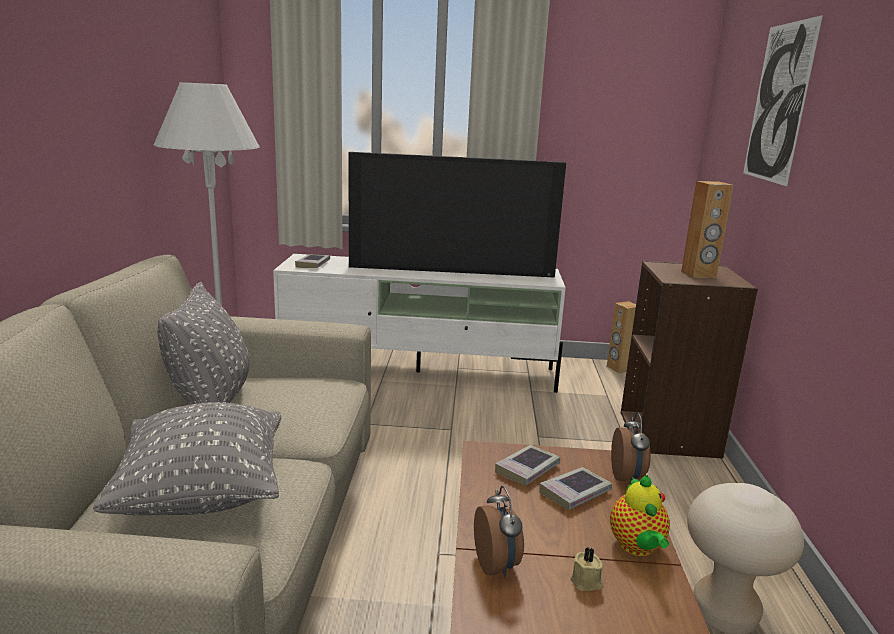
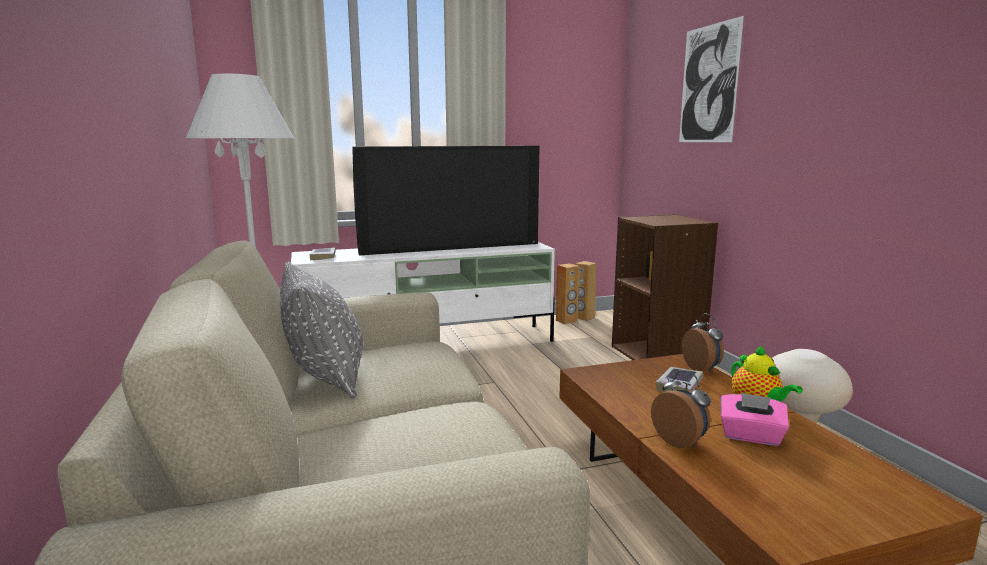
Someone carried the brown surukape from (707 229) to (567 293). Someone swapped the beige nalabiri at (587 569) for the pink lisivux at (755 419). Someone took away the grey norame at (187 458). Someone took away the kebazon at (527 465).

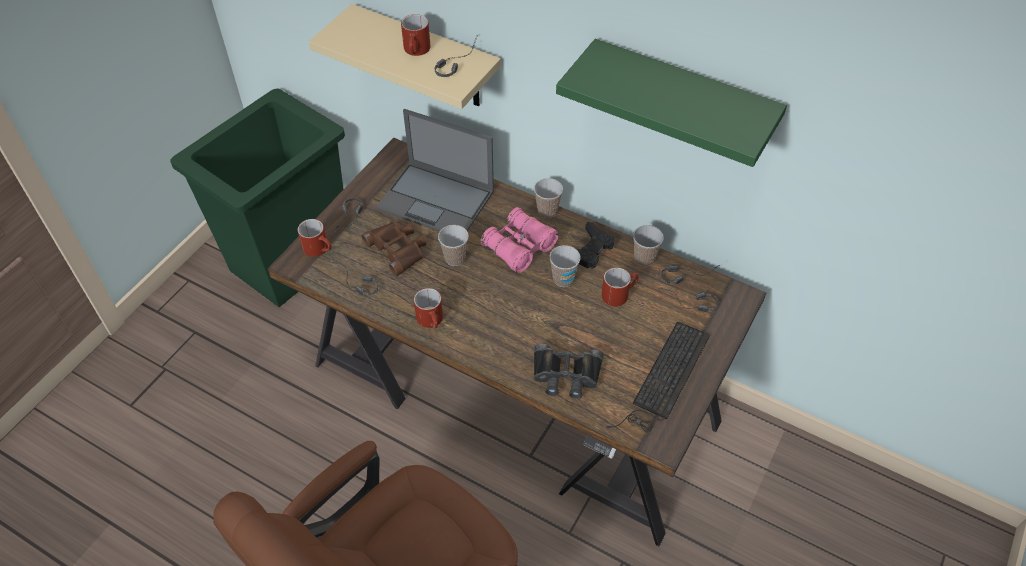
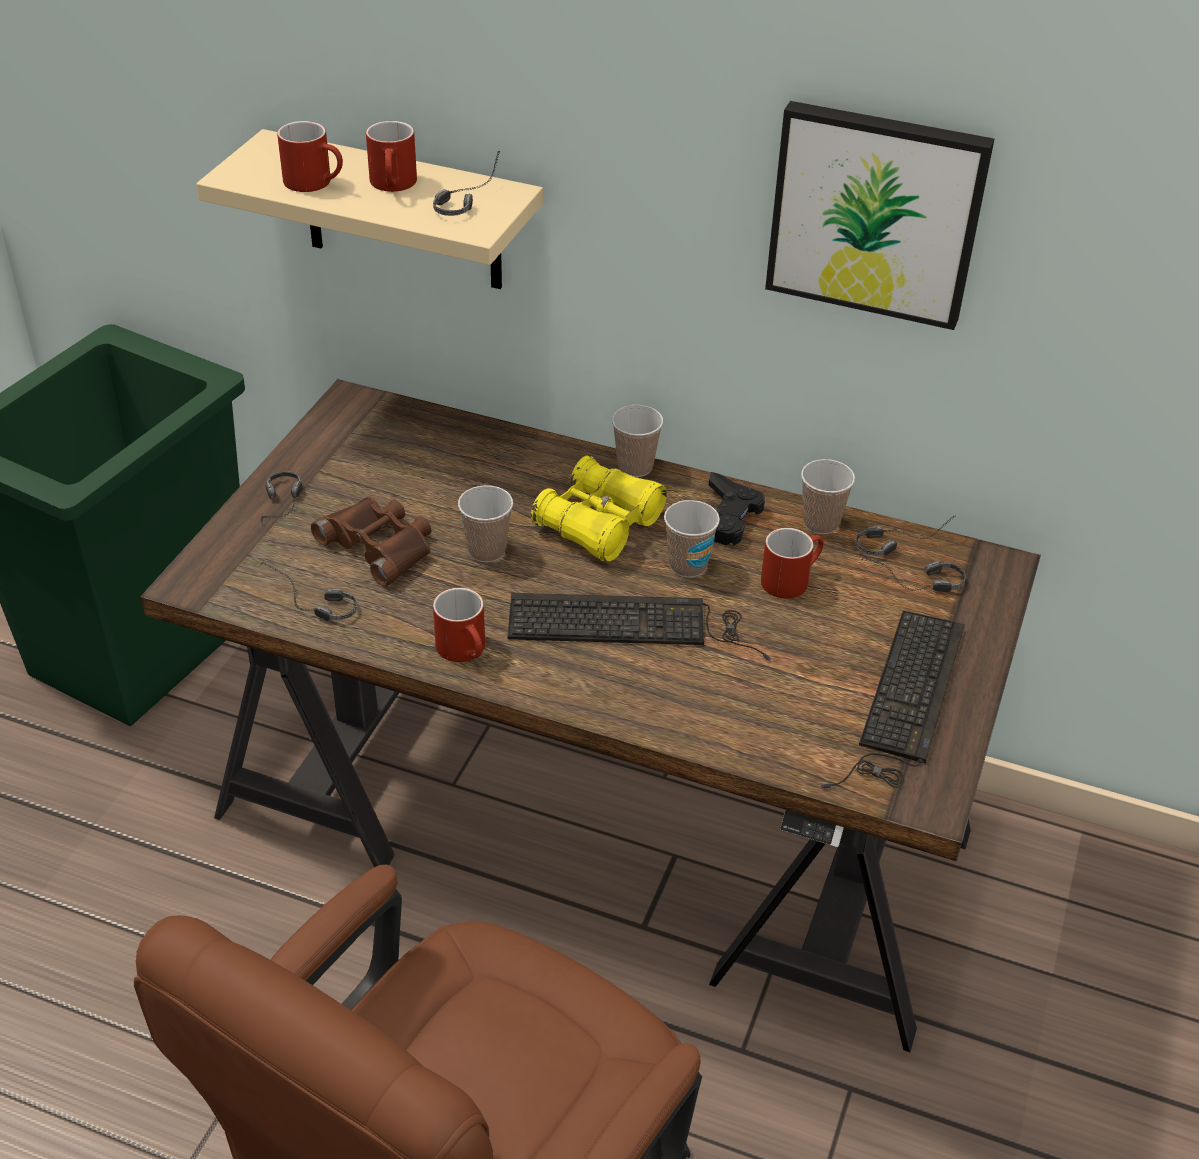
Someone carried the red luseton from (314 238) to (310 156). Someone put down the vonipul at (639 627). Someone repainted the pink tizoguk at (520 240), which became the yellow tizoguk at (599 509). Someone swapped the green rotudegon at (671 103) for the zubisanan at (879 215). Someone took away the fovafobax at (435 170). Someone took away the black tizoguk at (568 371).

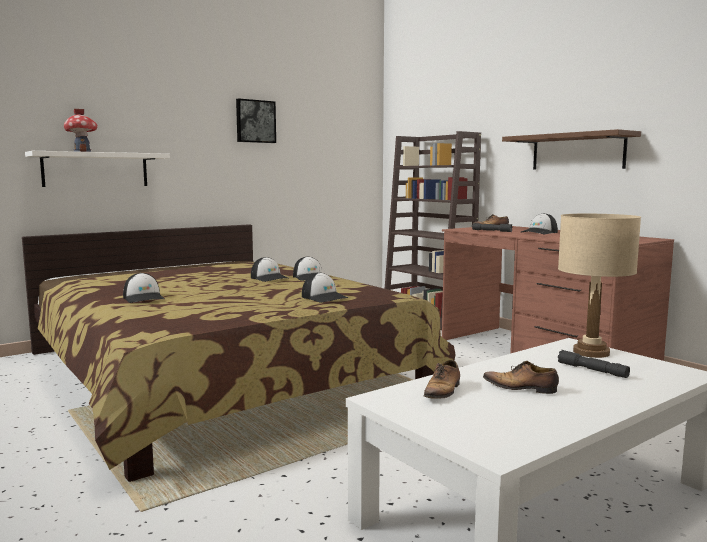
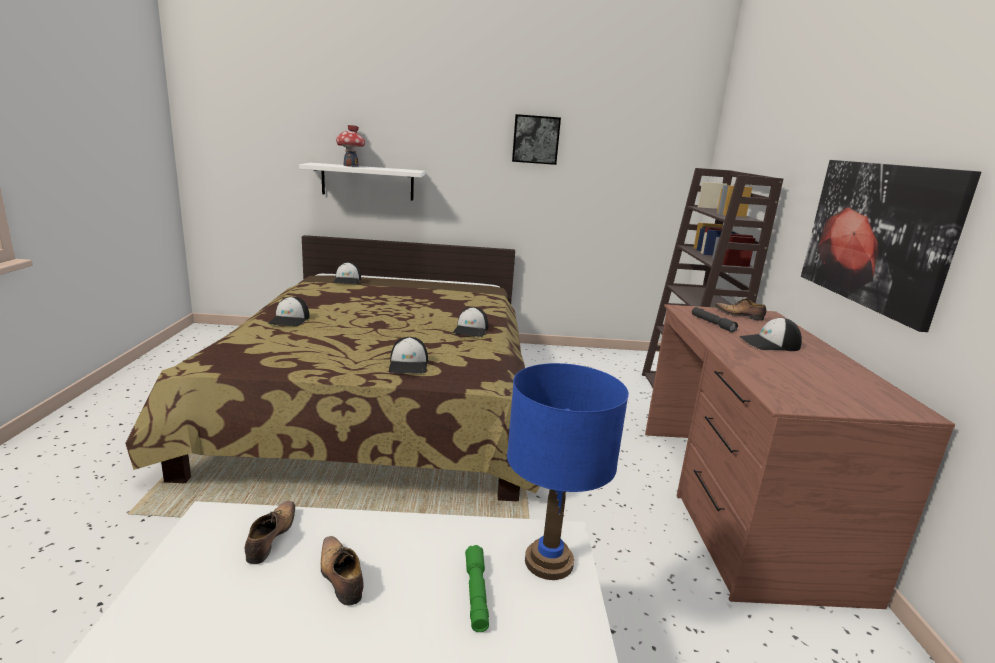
Someone rotated the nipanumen at (442 379) by 120 degrees clockwise. Someone carried the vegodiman from (269 269) to (347 273). Someone repainted the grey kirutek at (594 364), which became the green kirutek at (477 588). Someone repainted the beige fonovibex at (599 286), which became the blue fonovibex at (568 471). Someone swapped the brown rotudegon at (571 149) for the zubisanan at (891 246).

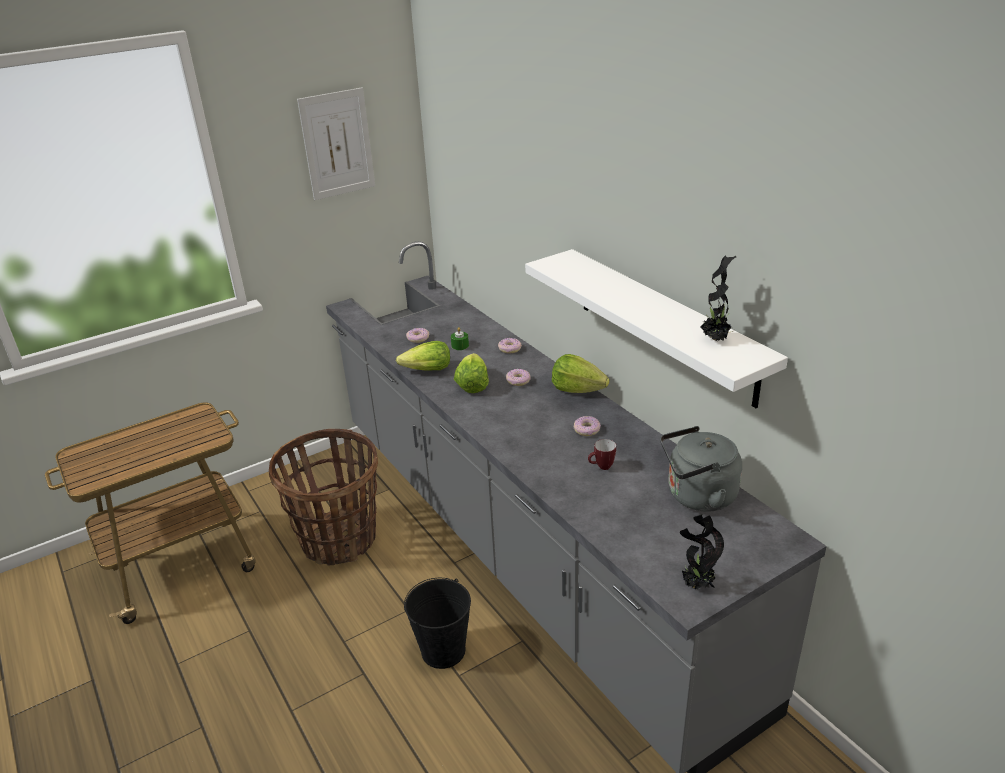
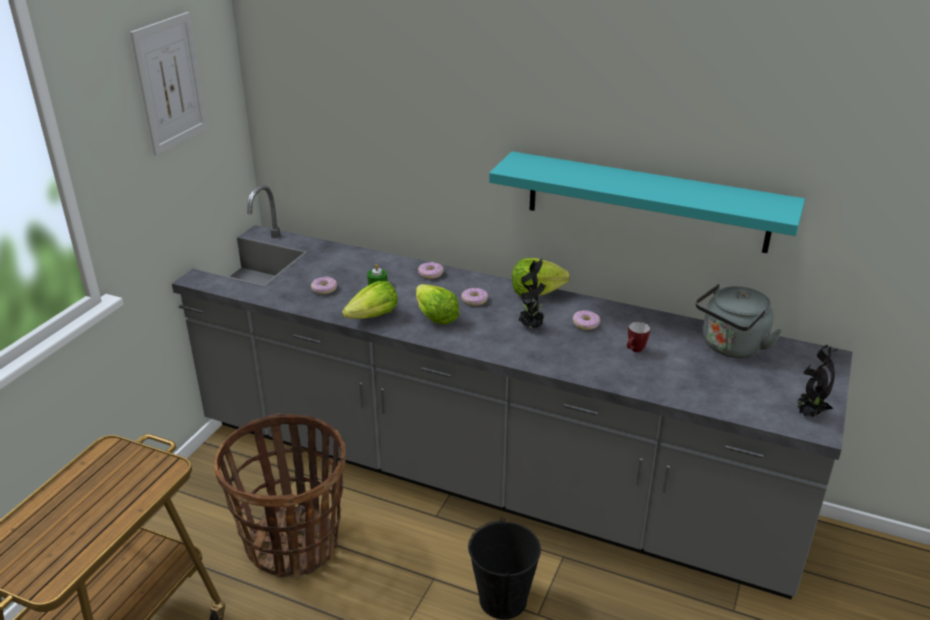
Someone repainted the white rotudegon at (656 328), which became the turquoise rotudegon at (647 202). Someone carried the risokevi from (718 298) to (532 293).

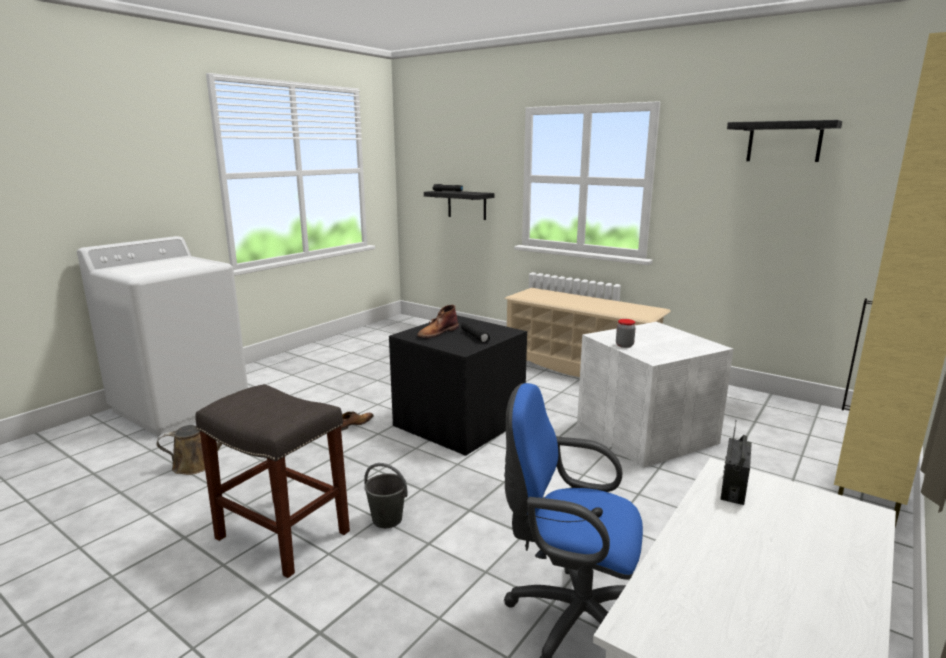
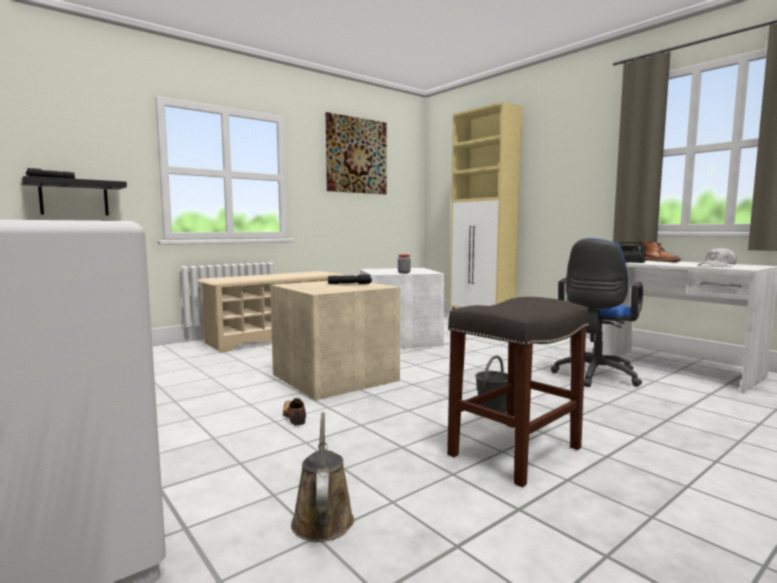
Someone repainted the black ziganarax at (458 385), which became the beige ziganarax at (335 341). Someone swapped the black rotudegon at (784 141) for the zubisanan at (356 153). Someone carried the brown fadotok from (438 322) to (660 251). Someone put down the white vegodiman at (717 257).

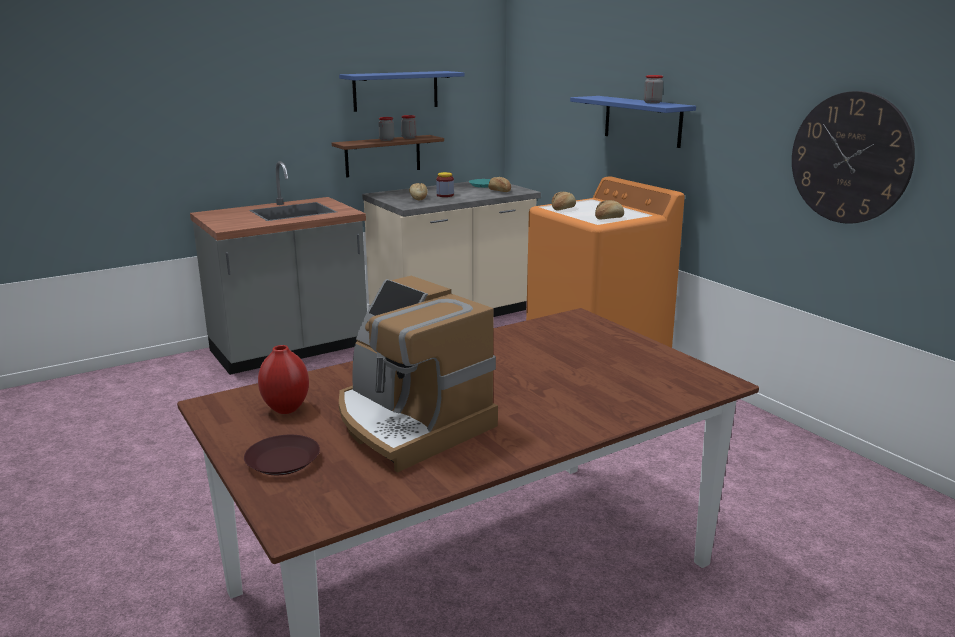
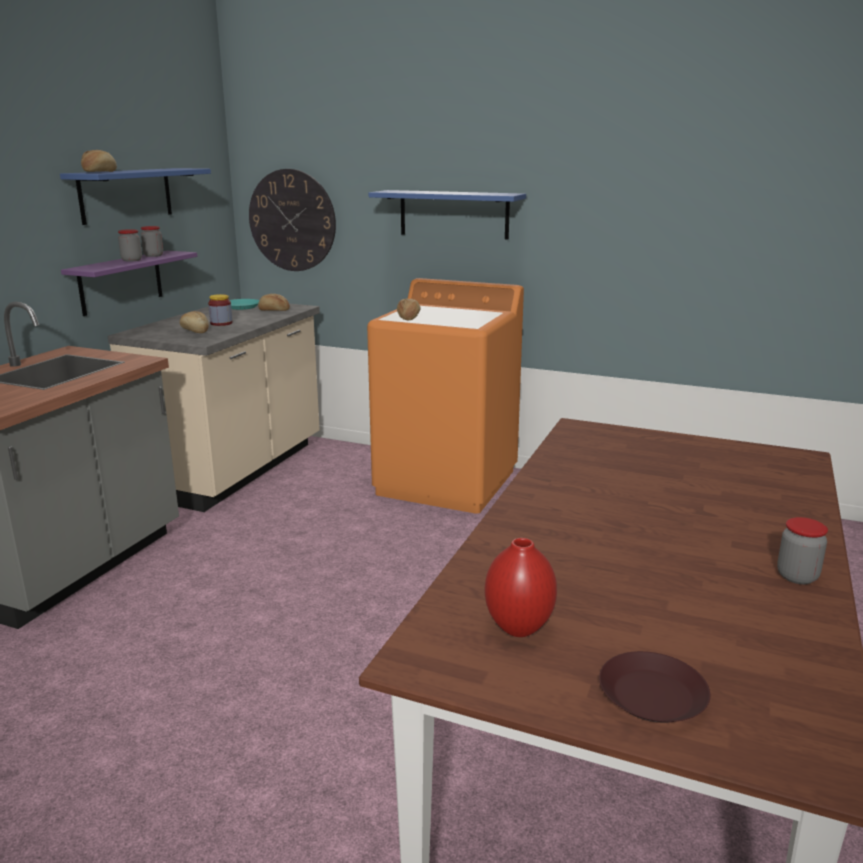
Someone repainted the brown rotudegon at (388 156), which became the purple rotudegon at (129 283). Someone carried the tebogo from (609 209) to (99 161). Someone carried the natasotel from (853 157) to (292 220). Someone carried the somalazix from (653 89) to (802 550). Someone took away the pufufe at (418 374).

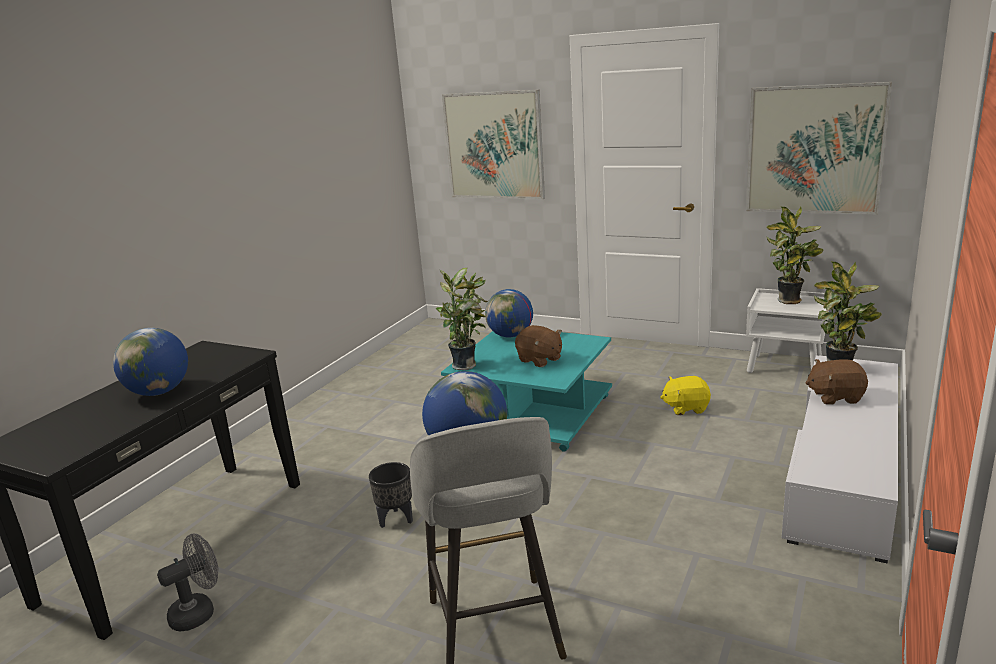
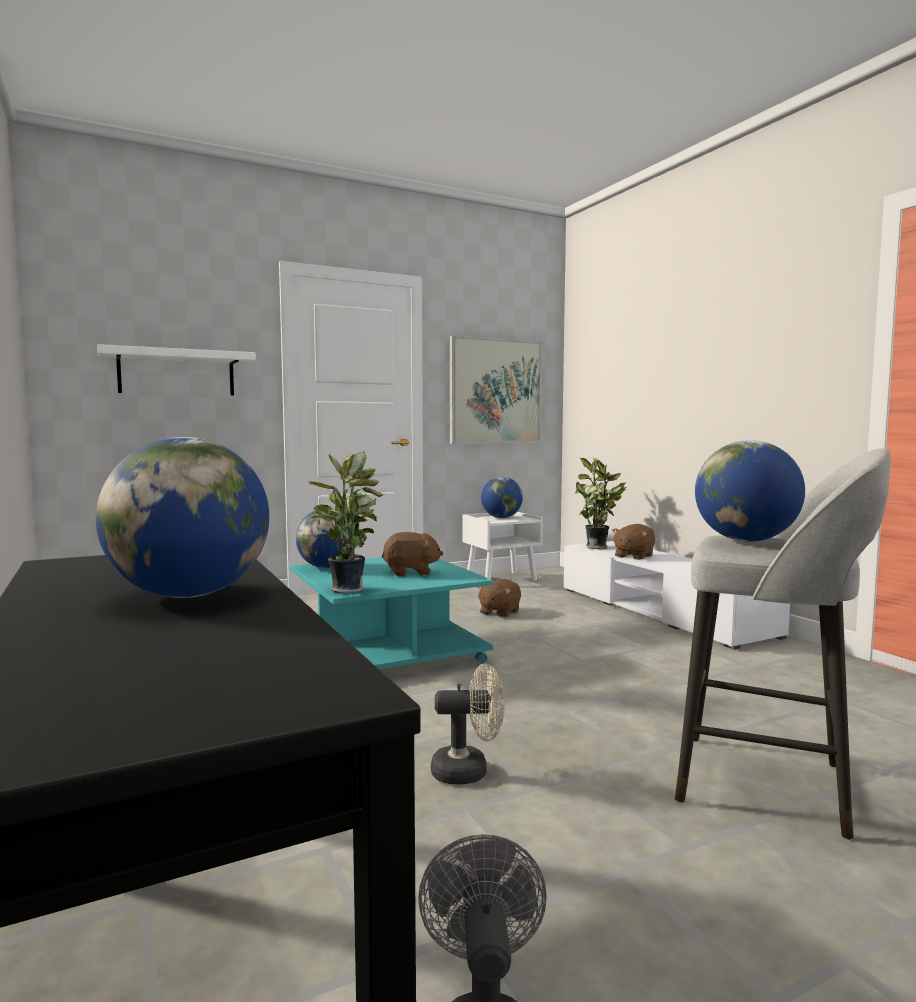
Someone swapped the zubisanan at (493 144) for the white rotudegon at (176 369). Someone swapped the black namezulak at (391 495) for the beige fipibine at (468 724). Someone repainted the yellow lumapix at (685 395), which became the brown lumapix at (499 598). Someone swapped the risokevi at (794 255) for the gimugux at (502 497).

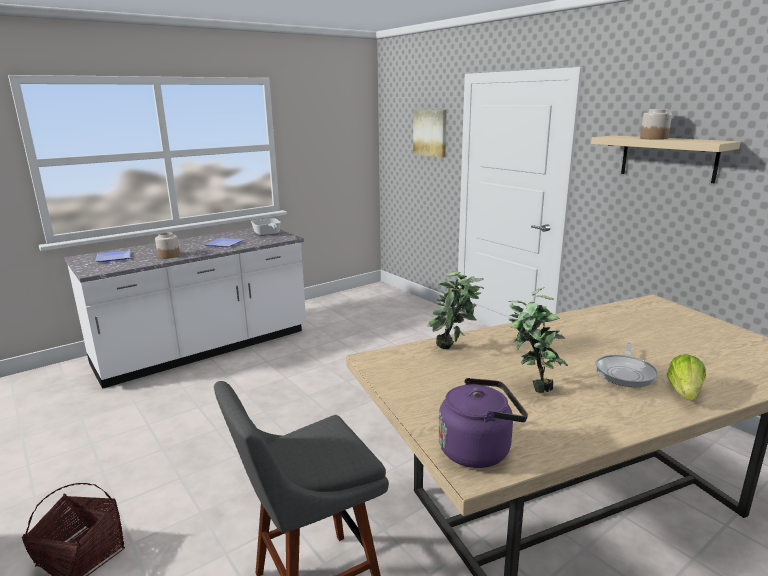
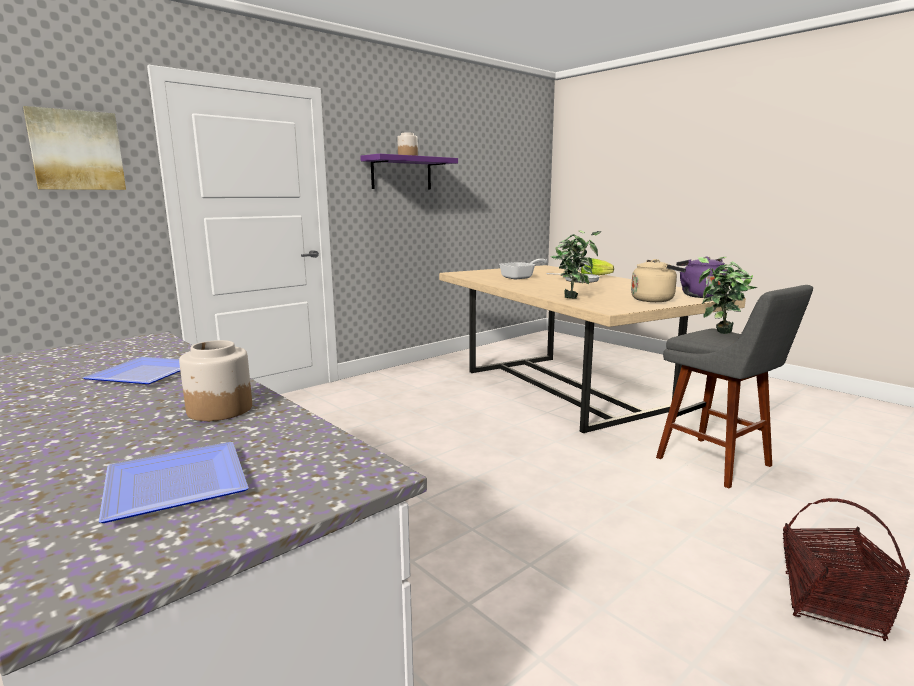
Someone repainted the beige rotudegon at (665 159), which became the purple rotudegon at (409 171). Someone carried the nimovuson from (266 227) to (523 269). Someone put down the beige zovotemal at (658 280). Someone carried the risokevi from (538 340) to (728 295).

